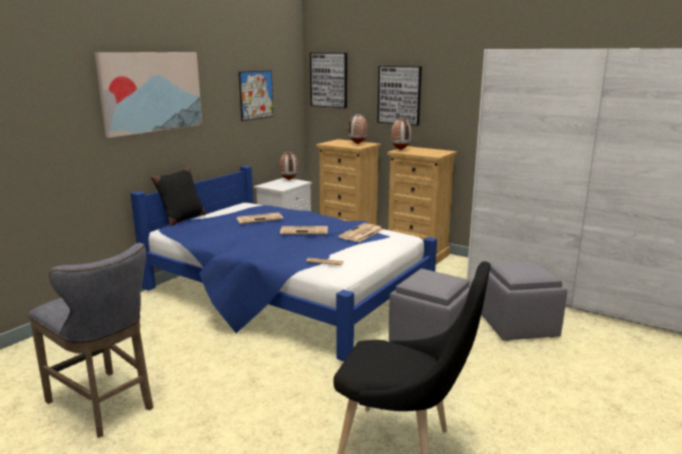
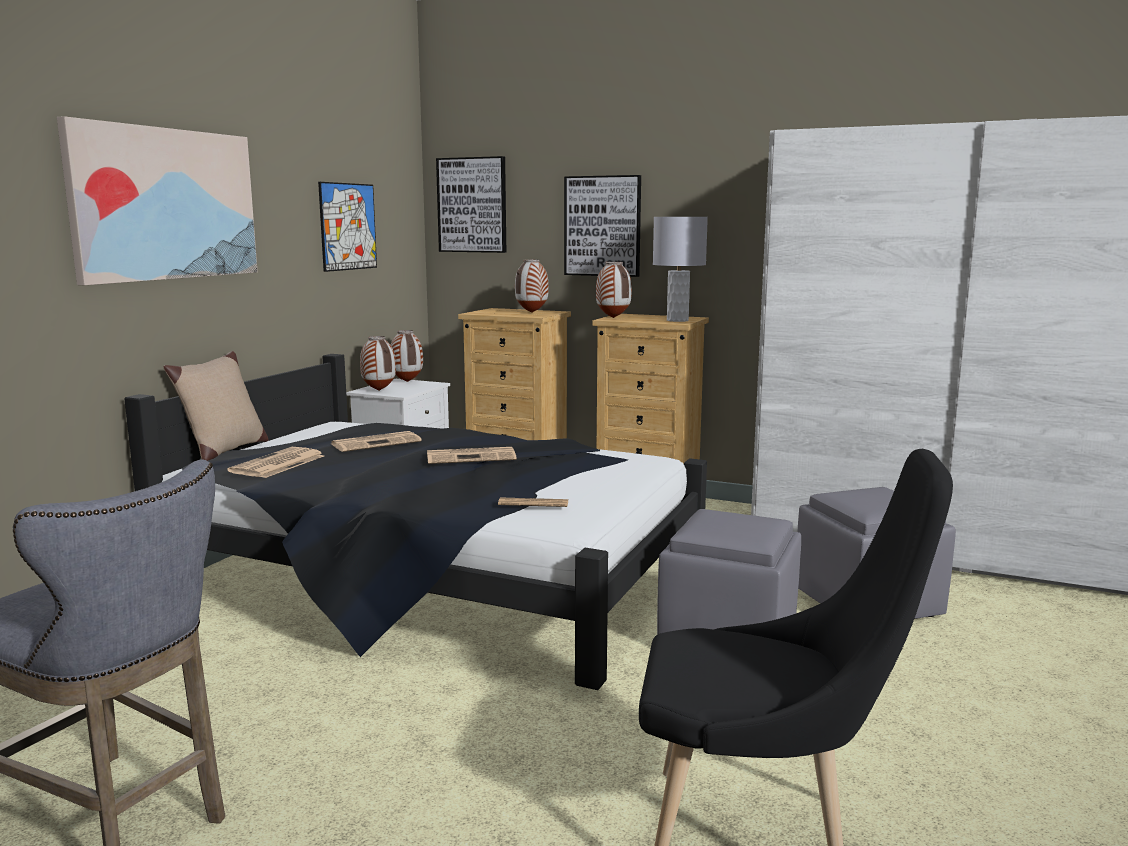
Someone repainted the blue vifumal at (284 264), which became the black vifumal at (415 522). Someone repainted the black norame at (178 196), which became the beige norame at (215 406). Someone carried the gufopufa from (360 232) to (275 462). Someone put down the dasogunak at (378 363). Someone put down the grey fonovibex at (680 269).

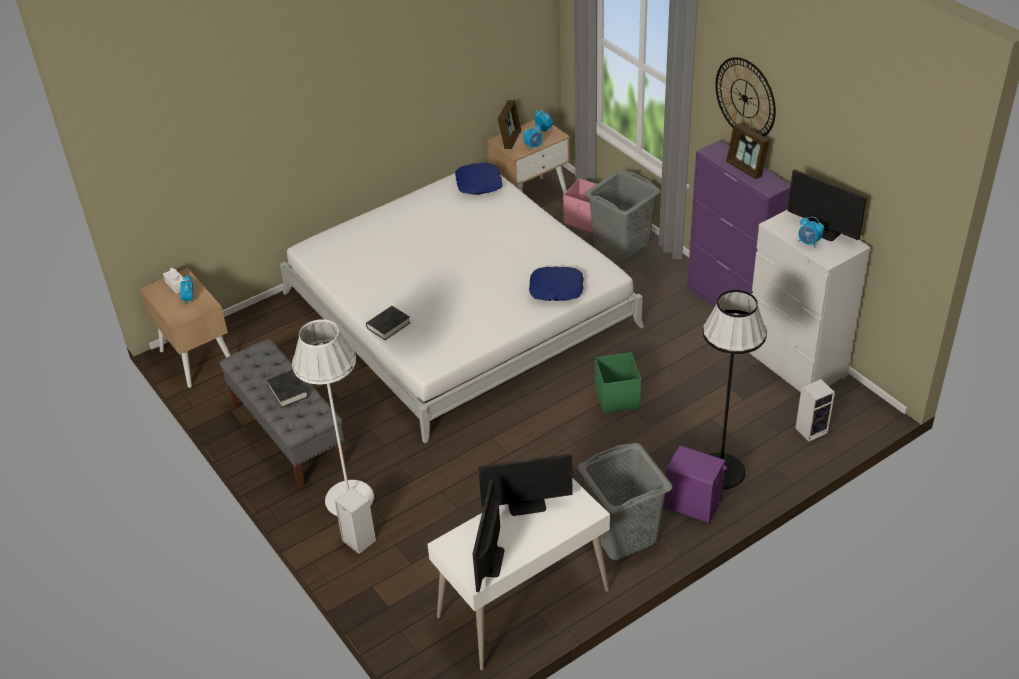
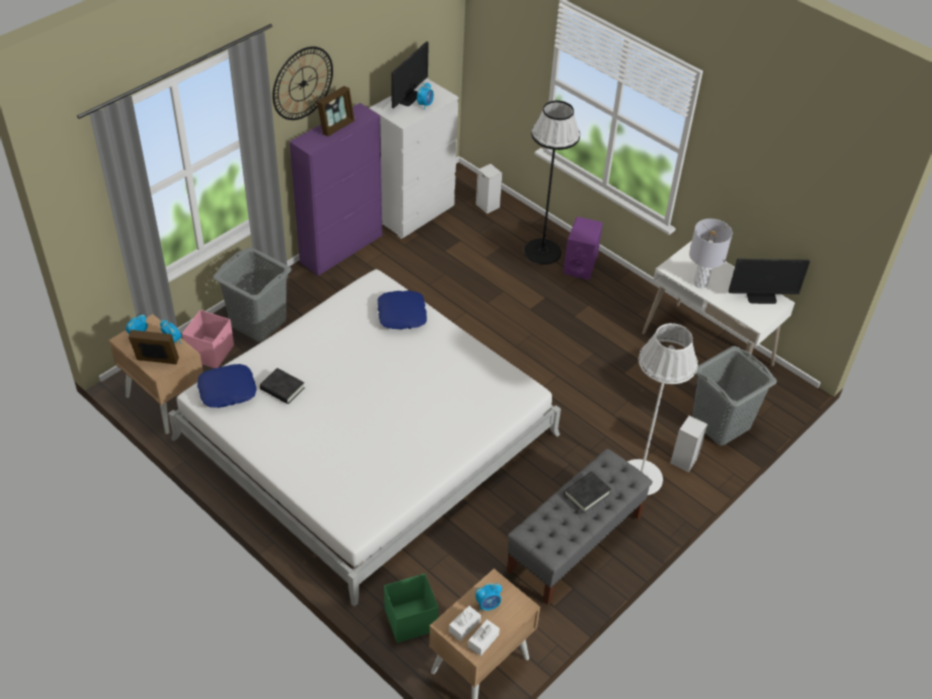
Someone carried the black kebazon from (388 323) to (282 386). Someone carried the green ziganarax from (618 383) to (411 608). Someone put down the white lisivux at (484 638). Someone swapped the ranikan at (525 485) for the grey fonovibex at (710 254). Someone carried the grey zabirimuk from (625 501) to (734 396).

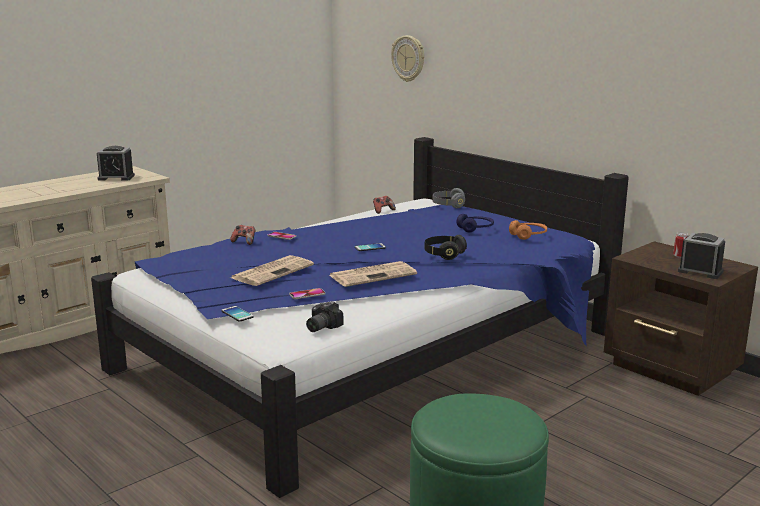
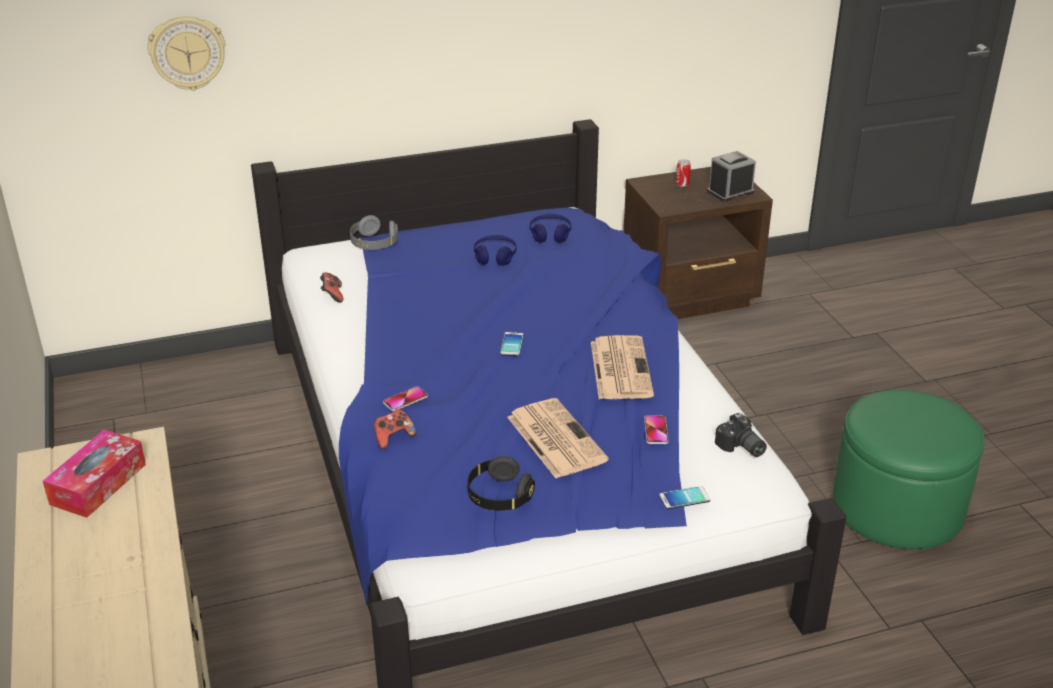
Someone swapped the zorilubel at (116 163) for the lisivux at (94 474). Someone carried the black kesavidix from (446 247) to (501 483). Someone repainted the orange kesavidix at (528 230), which became the blue kesavidix at (550 228).

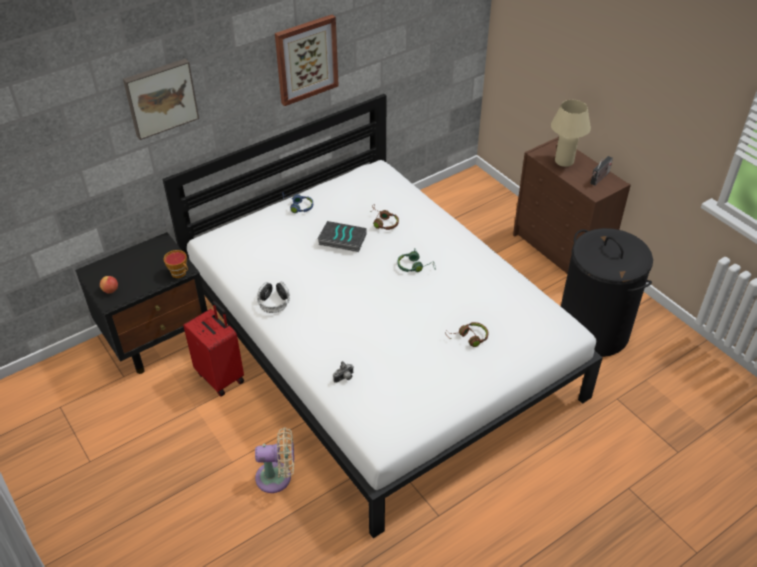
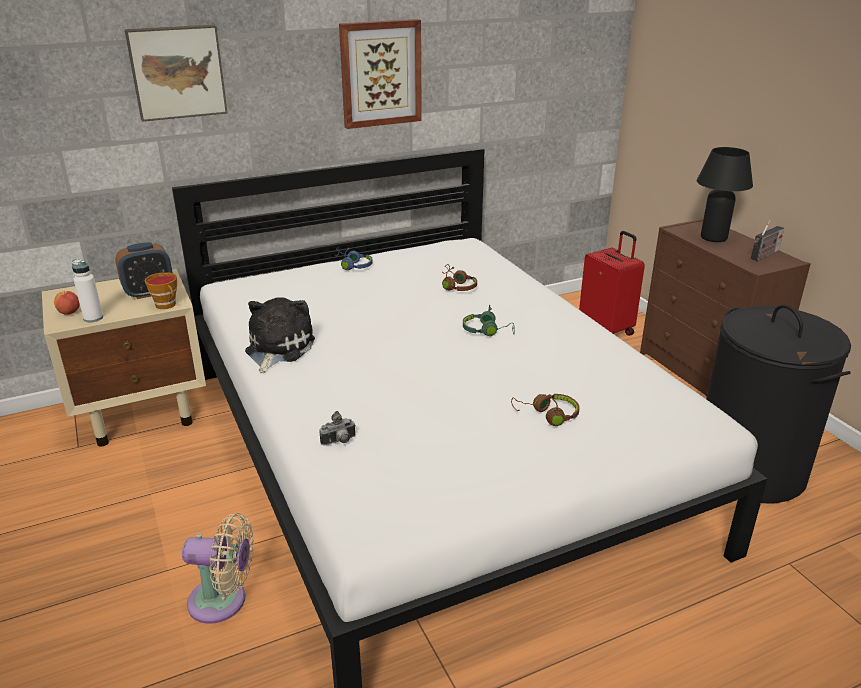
Someone repainted the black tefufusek at (141 303), which became the beige tefufusek at (124 357). Someone put down the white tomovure at (87 290). Someone put down the zorilubel at (143 270). Someone swapped the kesavidix at (273 297) for the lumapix at (280 335). Someone carried the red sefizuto from (213 349) to (612 283). Someone repainted the beige fonovibex at (571 133), which became the black fonovibex at (725 194). Someone took away the kebazon at (342 236).

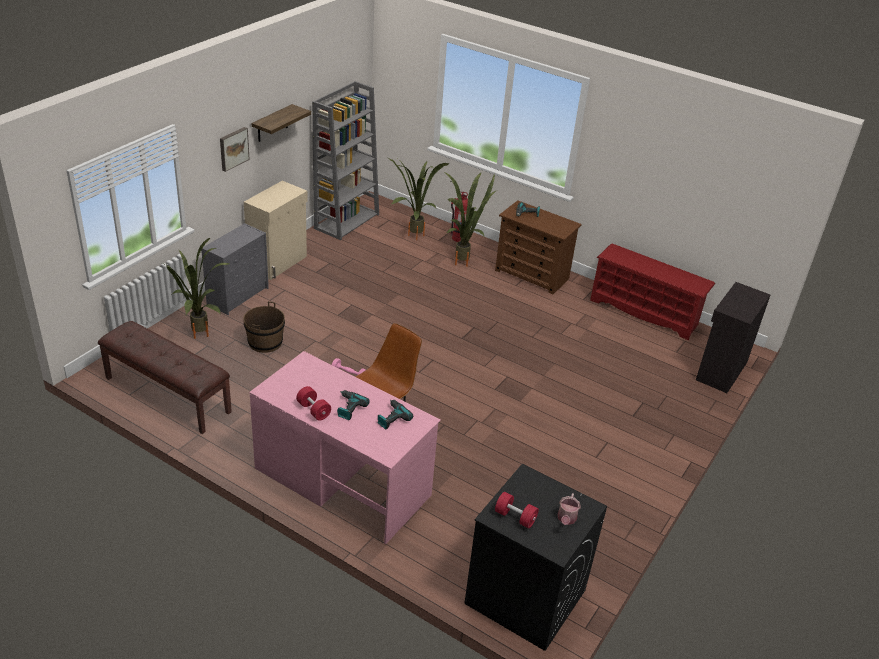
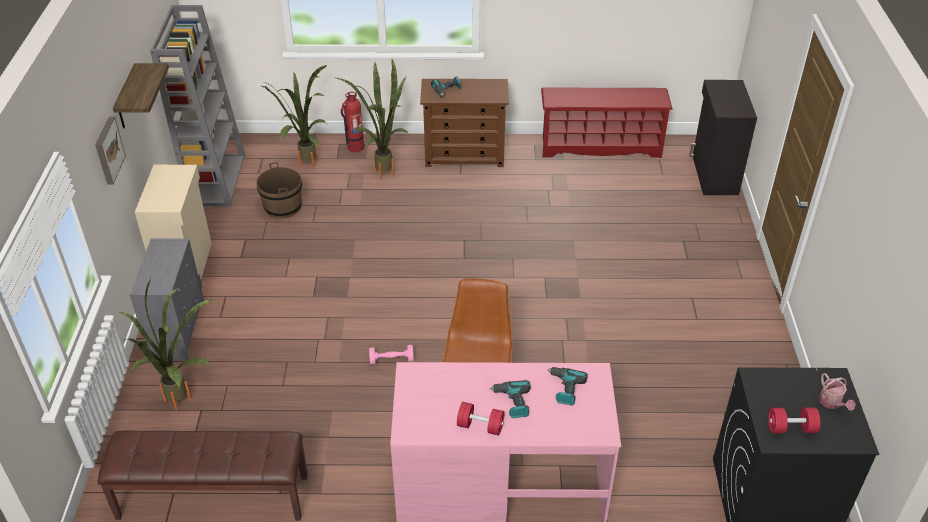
Someone carried the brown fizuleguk from (264 327) to (279 190).

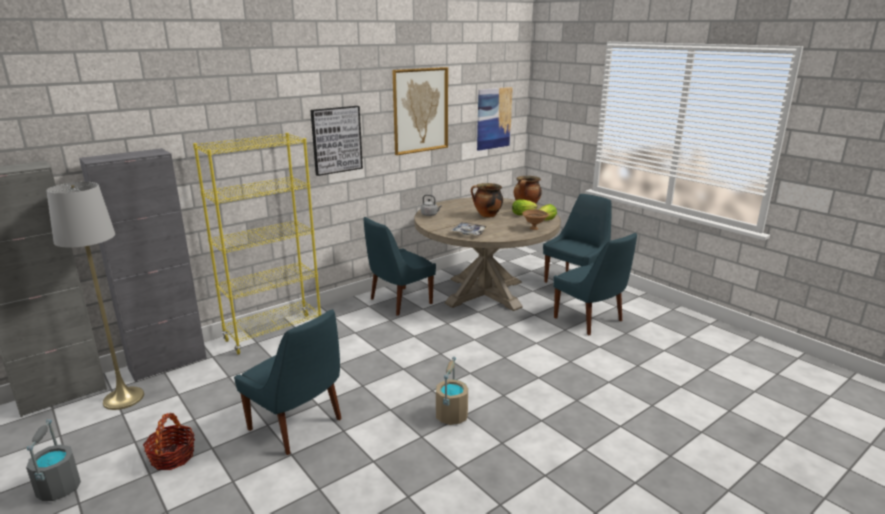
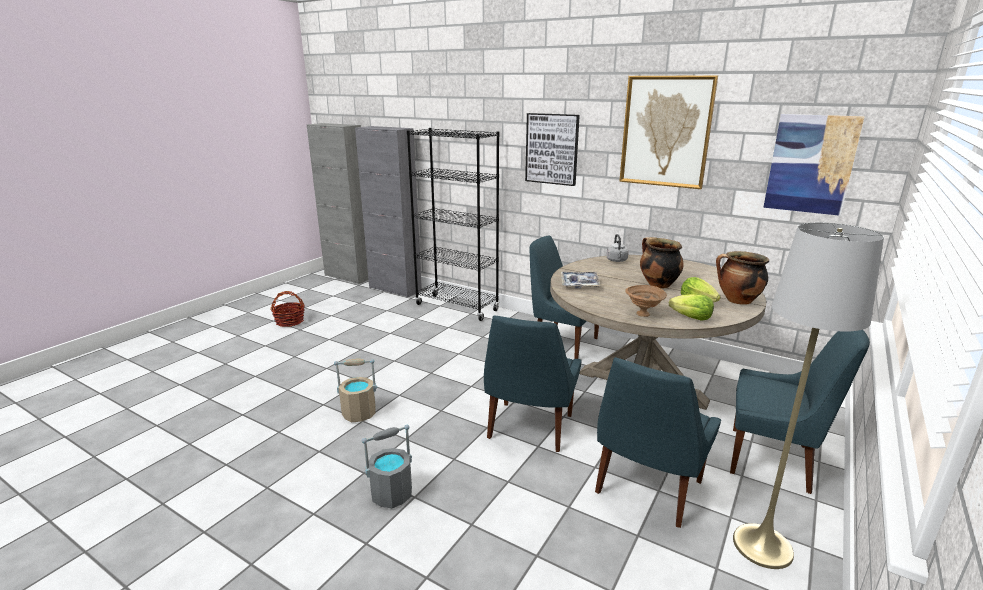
Someone carried the grey fizuleguk from (53 460) to (387 466). Someone repainted the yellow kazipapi at (257 244), which became the black kazipapi at (453 224). Someone carried the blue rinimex from (288 382) to (533 383). Someone carried the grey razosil from (95 296) to (808 395).

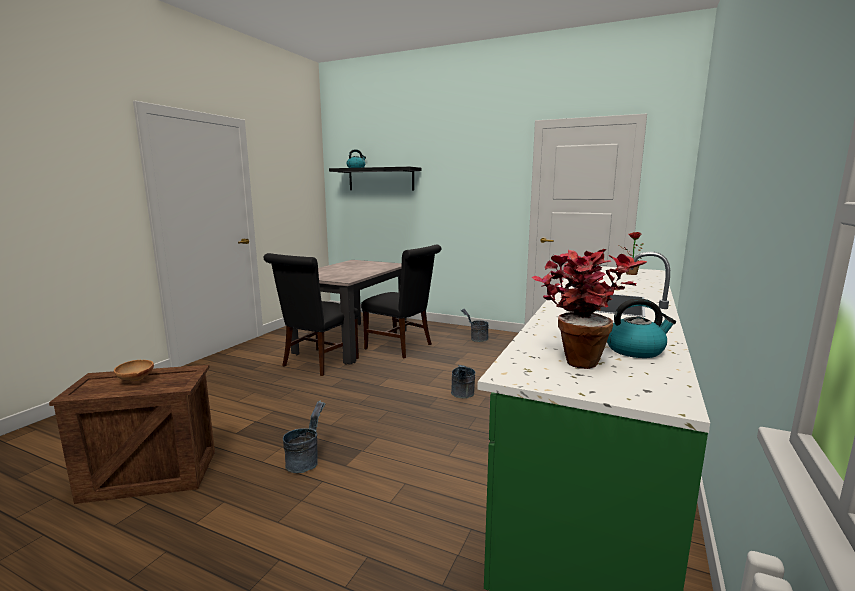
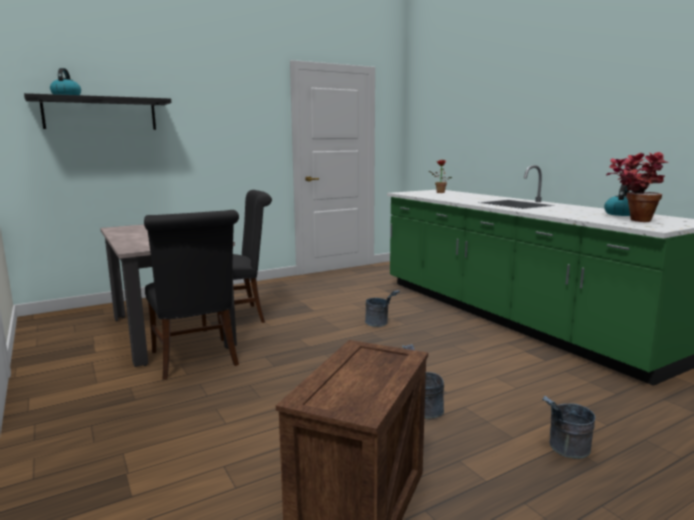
Someone carried the grey fizuleguk from (475 325) to (568 427). Someone took away the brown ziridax at (134 370).

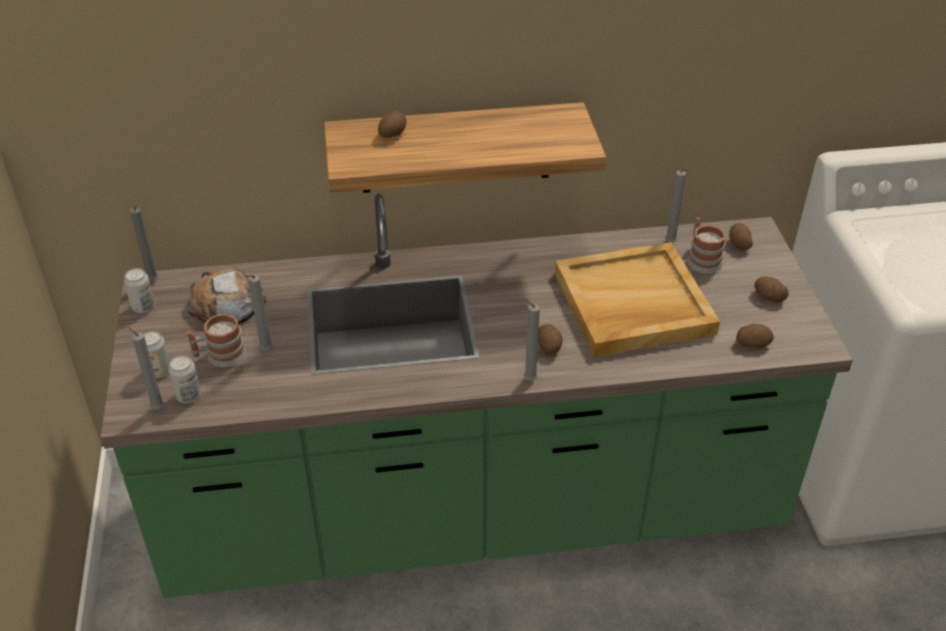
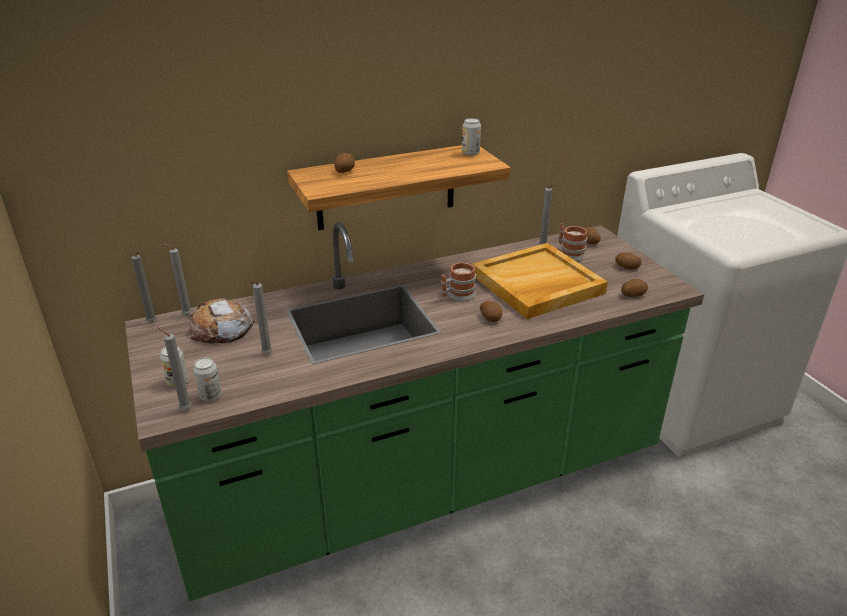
Someone carried the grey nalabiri from (531 339) to (177 279). Someone carried the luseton from (216 340) to (458 281). Someone carried the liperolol from (139 290) to (471 137).

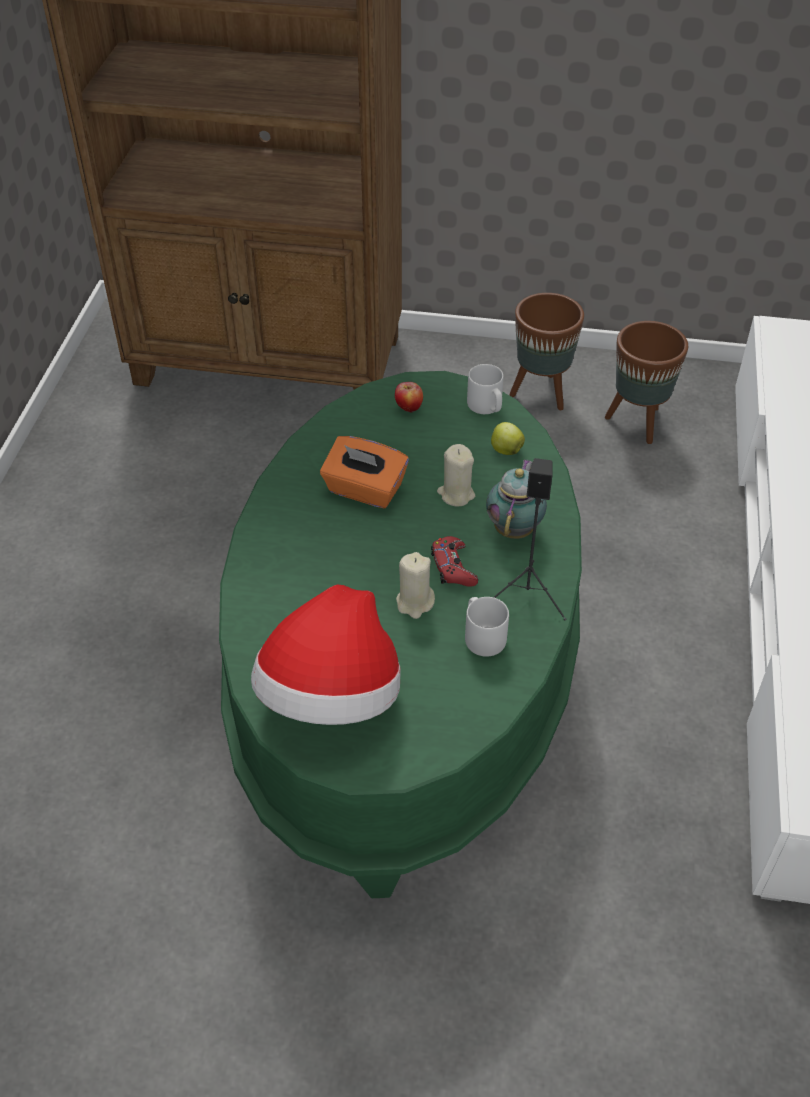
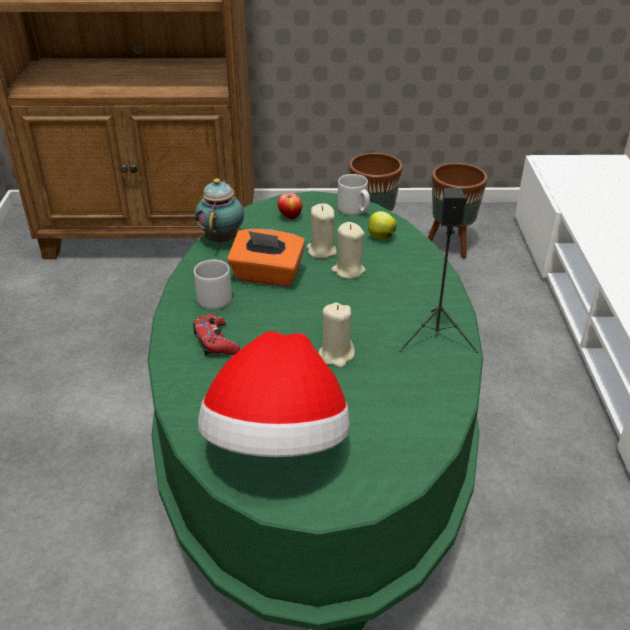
Someone carried the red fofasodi from (454 561) to (216 334). Someone carried the grey luseton from (487 627) to (213 285). Someone carried the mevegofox from (516 499) to (219 210). Someone put down the beige nalabiri at (321 231).

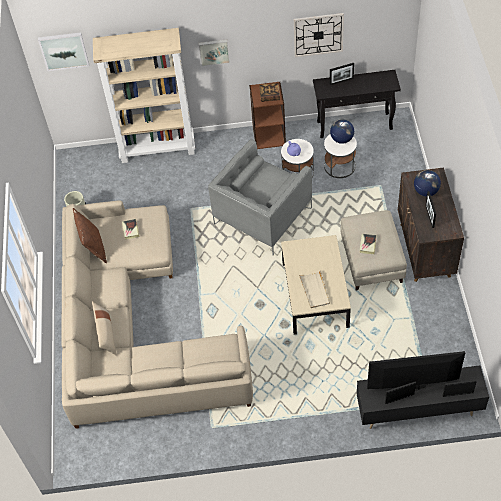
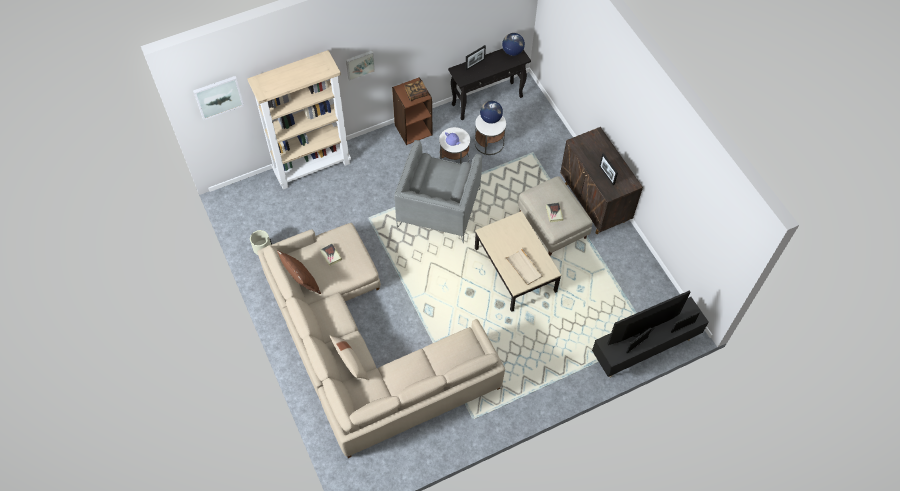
Someone carried the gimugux from (427 183) to (513 44). Someone took away the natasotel at (319 35).

